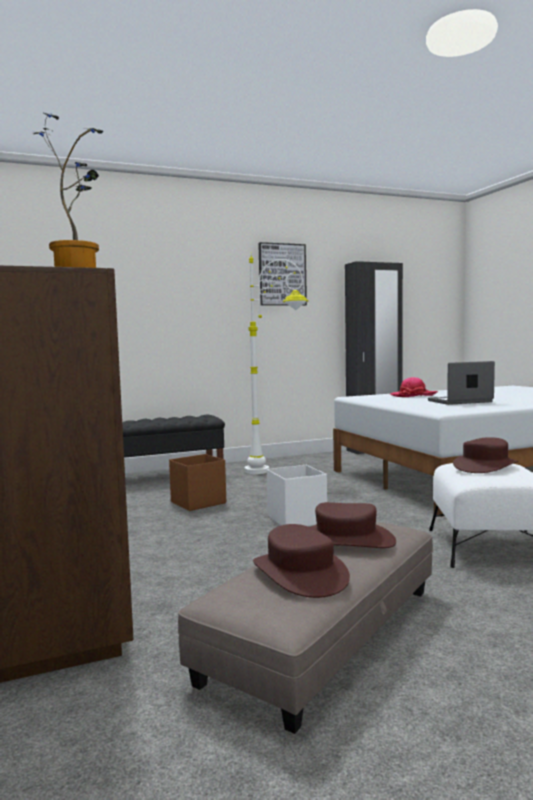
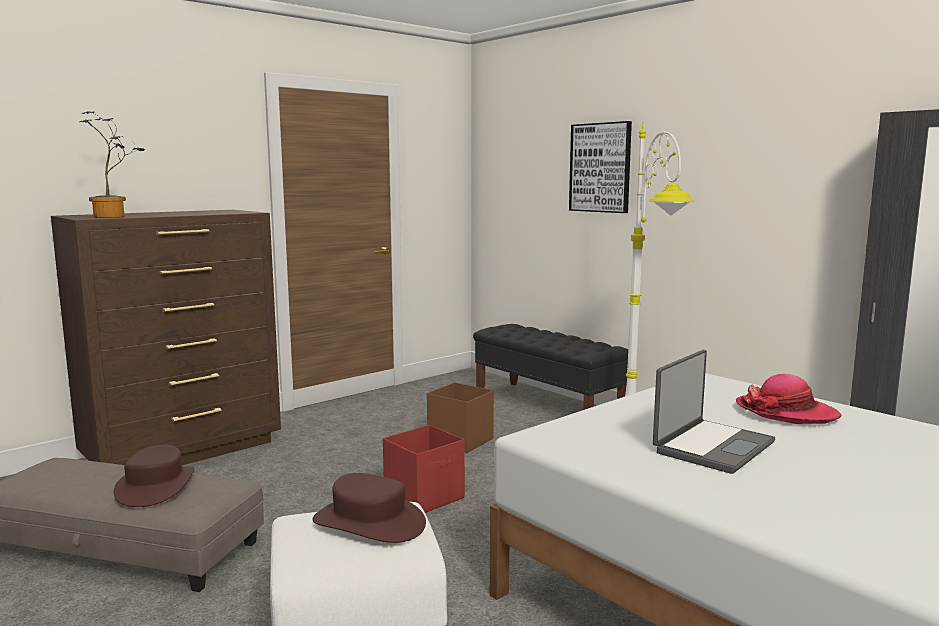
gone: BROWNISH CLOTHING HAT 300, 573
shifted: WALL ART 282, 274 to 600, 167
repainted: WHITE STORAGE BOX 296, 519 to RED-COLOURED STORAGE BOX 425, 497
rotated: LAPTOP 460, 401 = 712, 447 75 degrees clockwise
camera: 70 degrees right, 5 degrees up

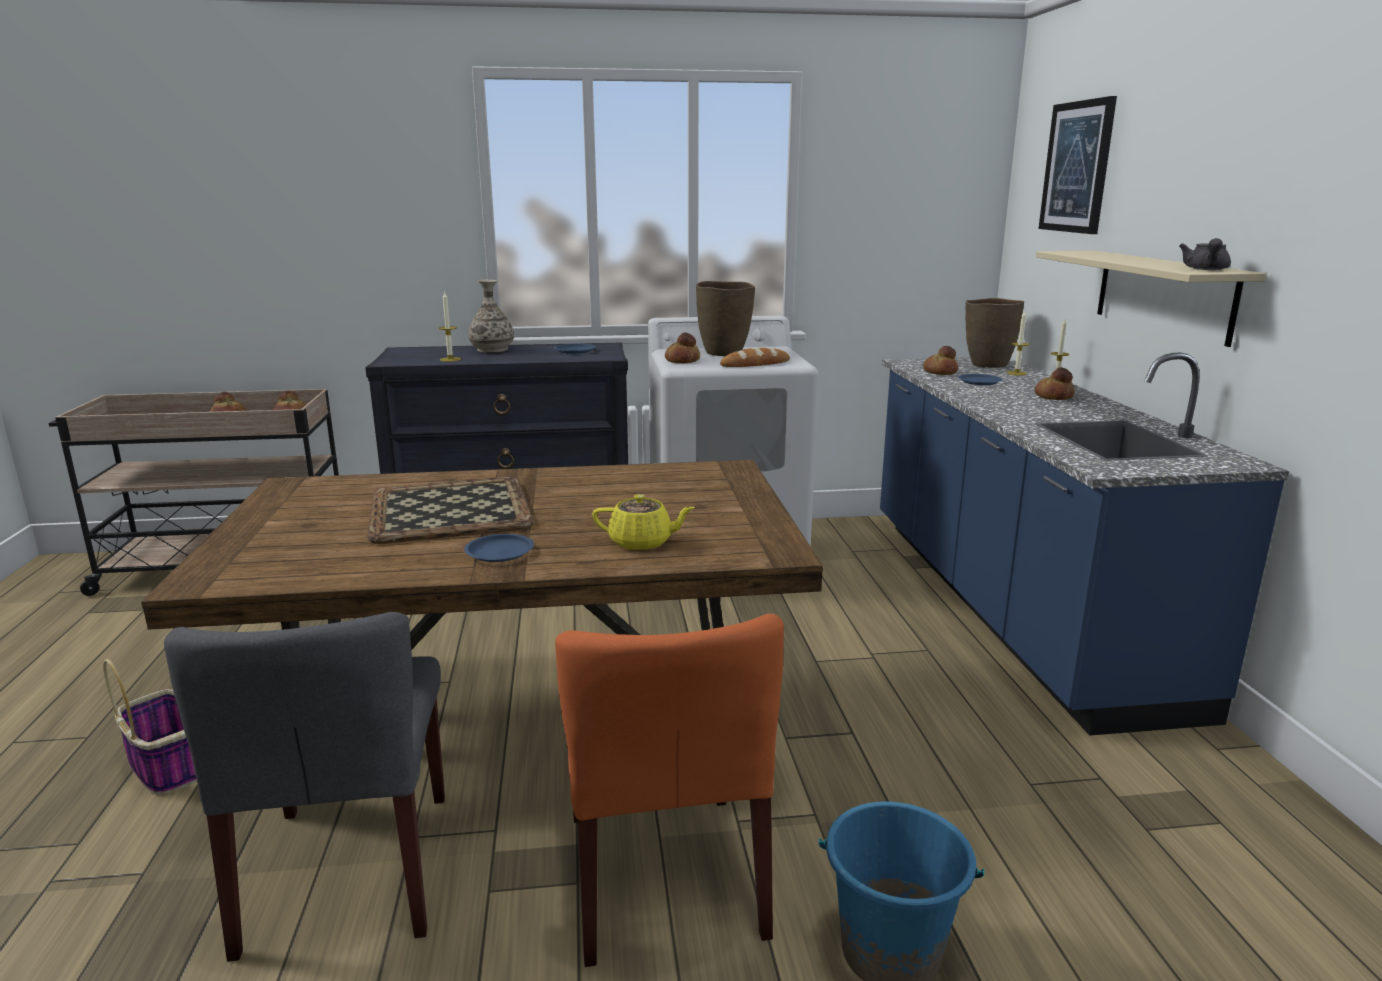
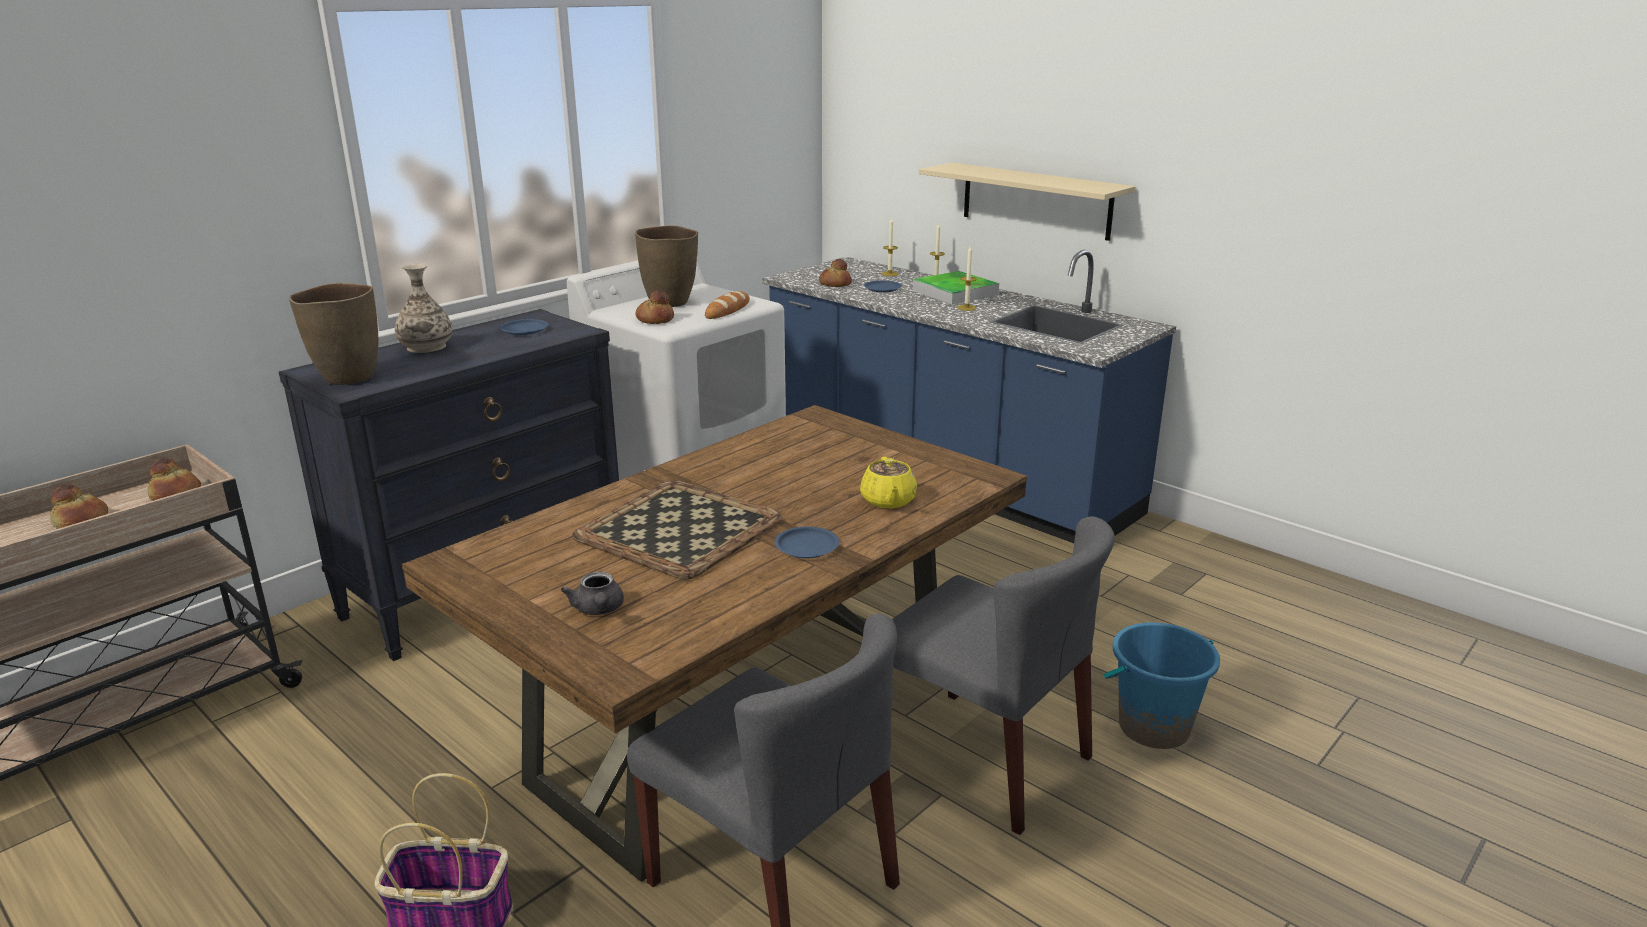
gone: WALL ART 1077, 167
shifted: BROWNISH FLOWER VASE 987, 365 to 347, 378; GREYISH POT FOR TEA 1205, 269 to 598, 610; WAX CANDLE 450, 359 to 966, 307
swapped: BAKERY BREAD 1053, 396 to TRAY 955, 293
repainted: ORANGE-COLOURED UPRIGHT CHAIR 664, 874 to GREYISH UPRIGHT CHAIR 985, 758
rotated: YELLOWISH POT FOR TEA 642, 542 = 888, 501 120 degrees clockwise
camera: 40 degrees left, 5 degrees up

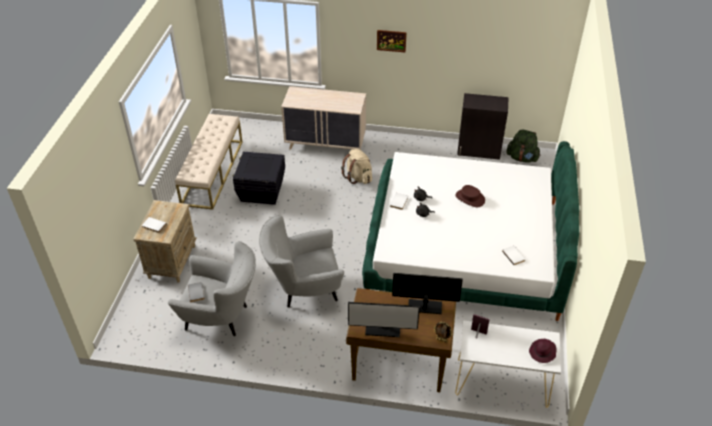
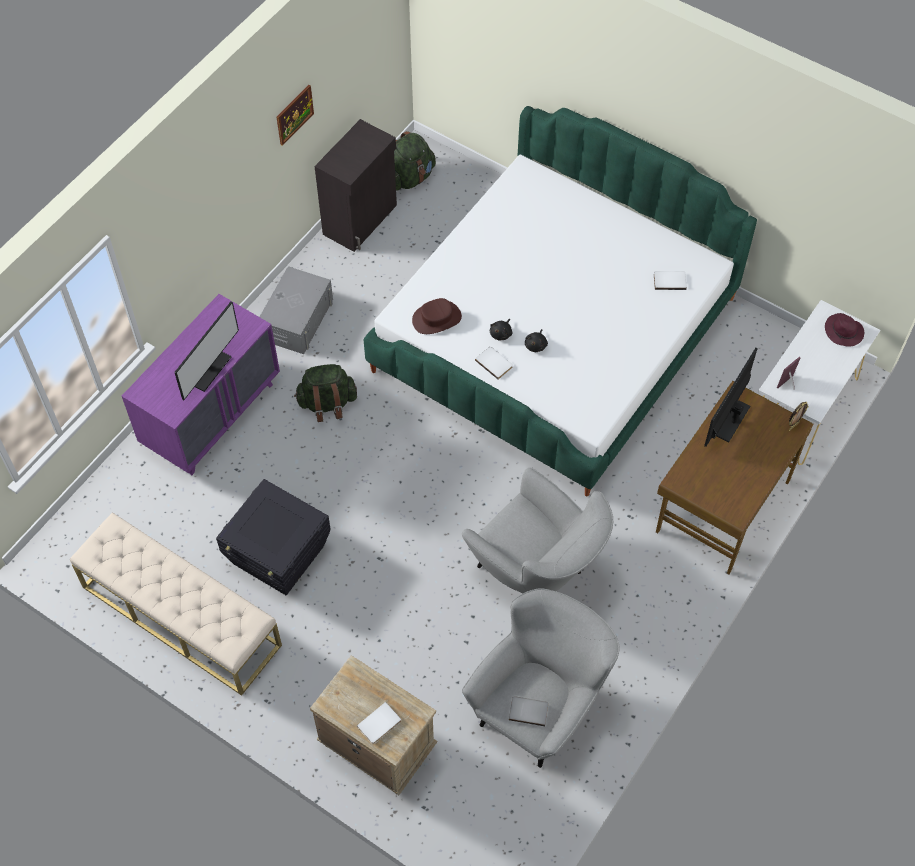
new: GREYISH STORAGE BOX 297, 319
shifted: MONITOR 382, 329 to 208, 369; WALL ART 391, 40 to 294, 114; BROWNISH CLOTHING HAT 470, 198 to 436, 319
repainted: BEIGE-COLOURED CHEST OF DRAWERS 326, 143 to PURPLE-COLOURED CHEST OF DRAWERS 212, 415; BEIGE-COLOURED KNAPSACK 358, 177 to GREEN-COLOURED KNAPSACK 327, 404
rotated: GREYISH EASY CHAIR 304, 290 = 536, 573 60 degrees counterclockwise
camera: 65 degrees left, 15 degrees up

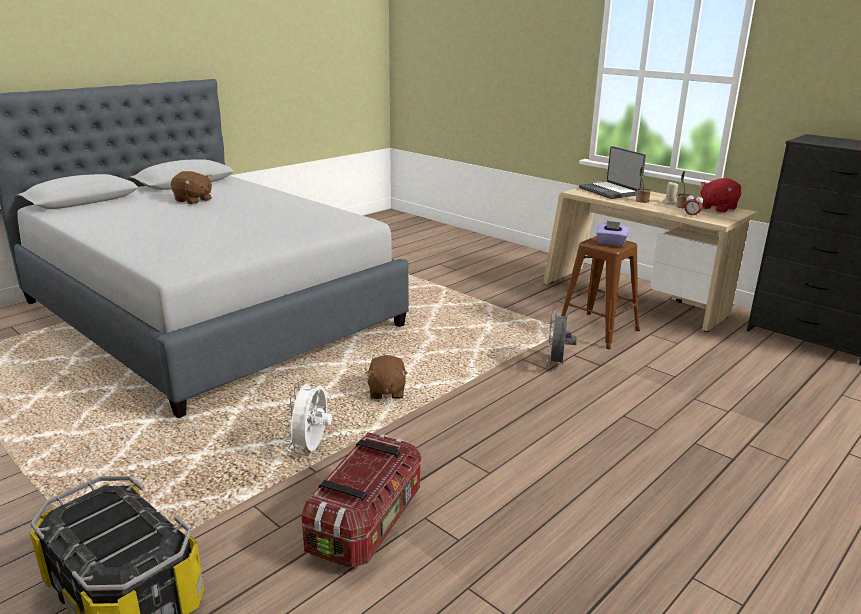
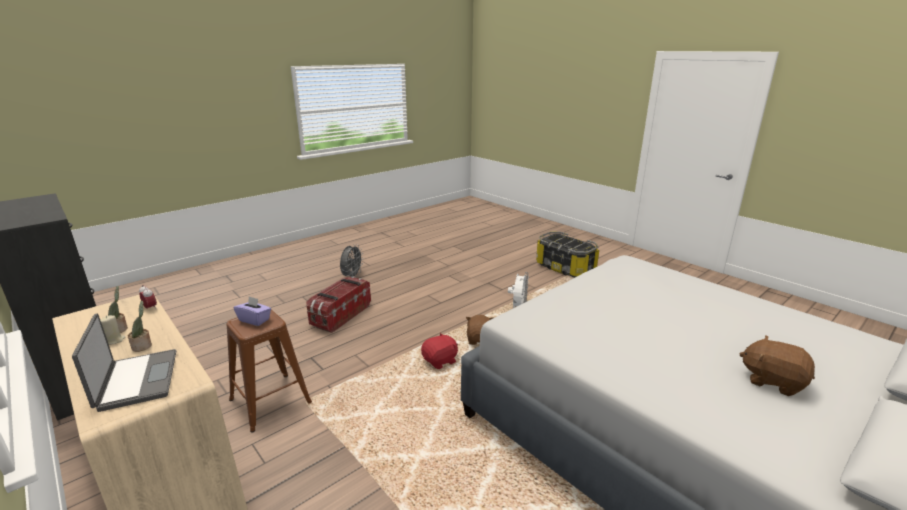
shifted: STORAGE BOX 367, 522 to 340, 315; GREYISH FAN 556, 365 to 352, 276; RED-COLOURED PLUSH TOY 717, 208 to 440, 361
camera: 175 degrees left, 0 degrees up

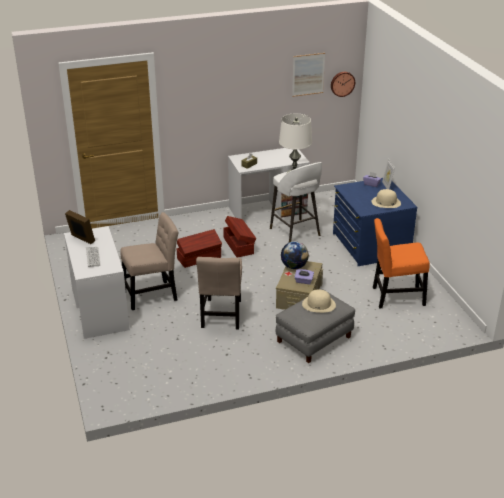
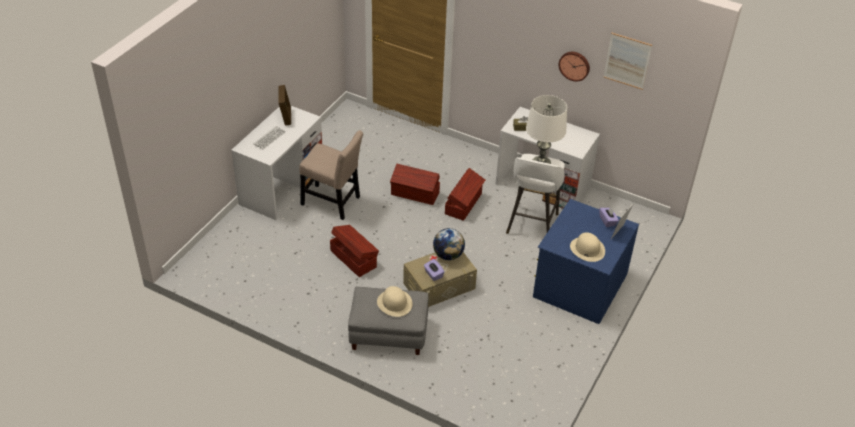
gone: ORANGE-COLOURED UPRIGHT CHAIR 395, 297
shifted: CLOCK ON THE WALL 342, 83 to 574, 65
swapped: BEIGE-COLOURED UPRIGHT CHAIR 221, 316 to BROWNISH STORAGE BOX 353, 258
camera: 45 degrees right, 10 degrees up

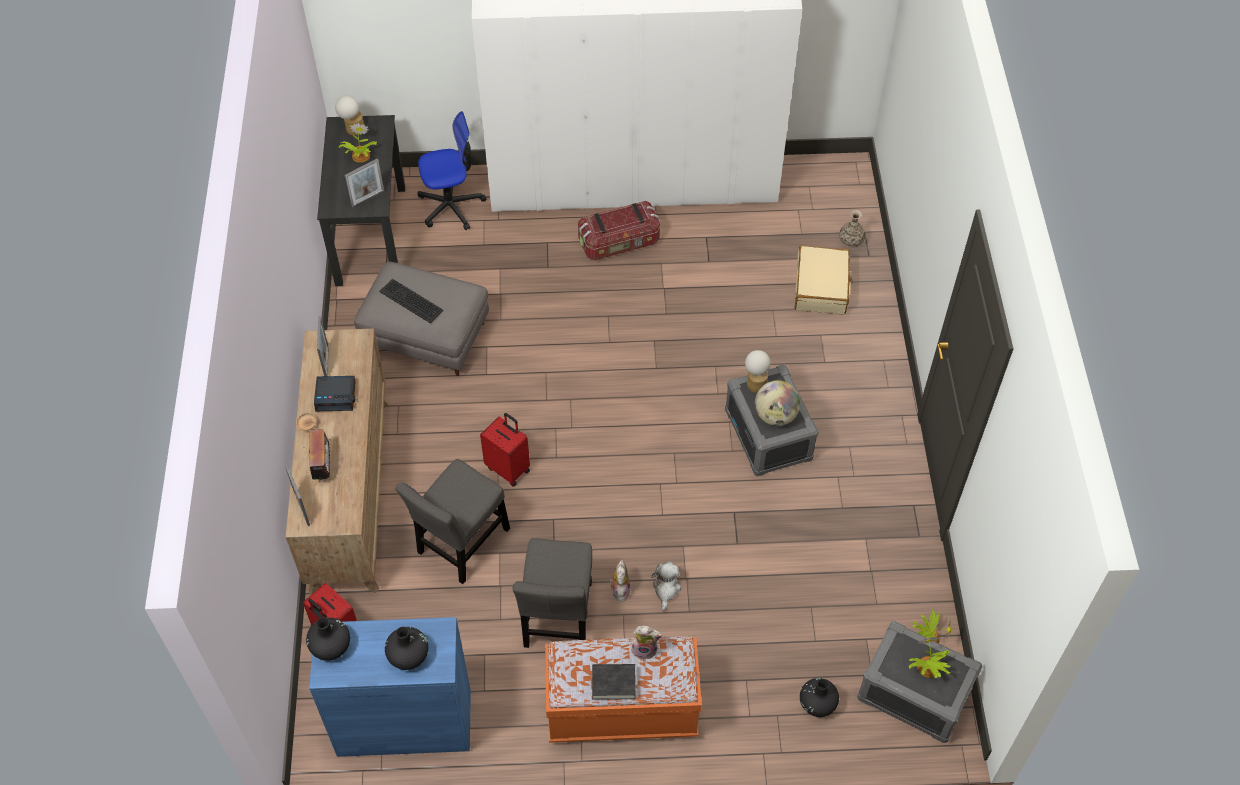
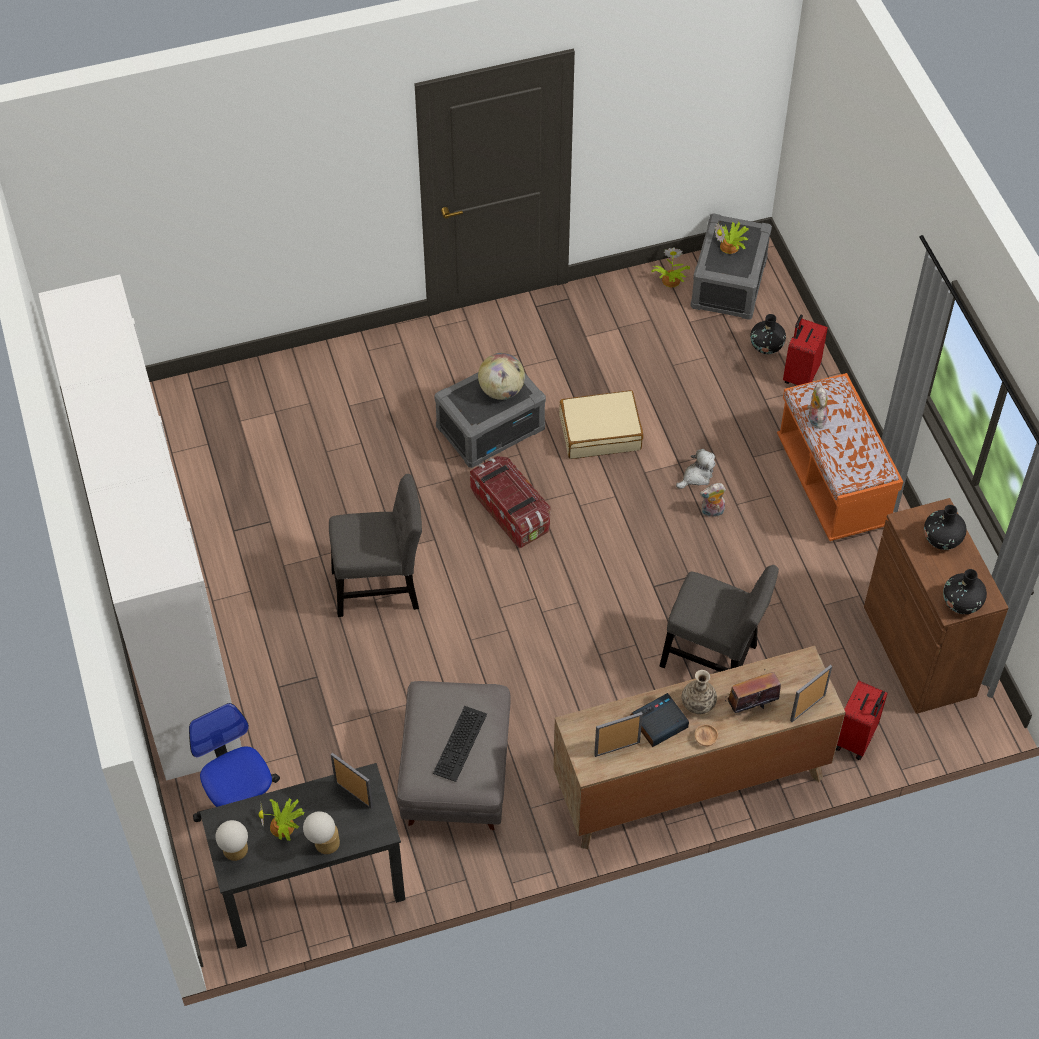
gone: BLACK BOUND BOOK 613, 683
shifted: TABLE LAMP 756, 382 to 323, 844; GREYISH UPRIGHT CHAIR 558, 619 to 380, 587; STORAGE BOX 619, 243 to 511, 512; BEIGE-COLOURED SUITCASE 821, 287 to 600, 432; FLOWER VASE 851, 240 to 698, 703; RED-COLOURED SUITCASE 508, 468 to 800, 375
repainted: BLUE-COLOURED STORAGE CABINET 404, 722 to BROWNISH STORAGE CABINET 919, 651
rotated: TABLE CLOCK 336, 396 = 658, 723 105 degrees counterclockwise; PLUSH TOY 666, 589 = 696, 476 150 degrees clockwise
camera: 105 degrees left, 0 degrees up

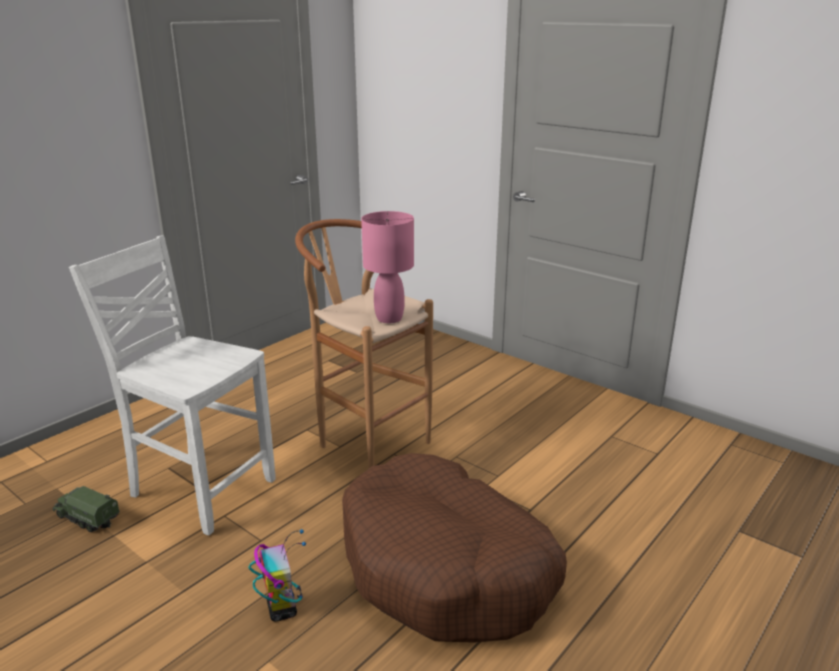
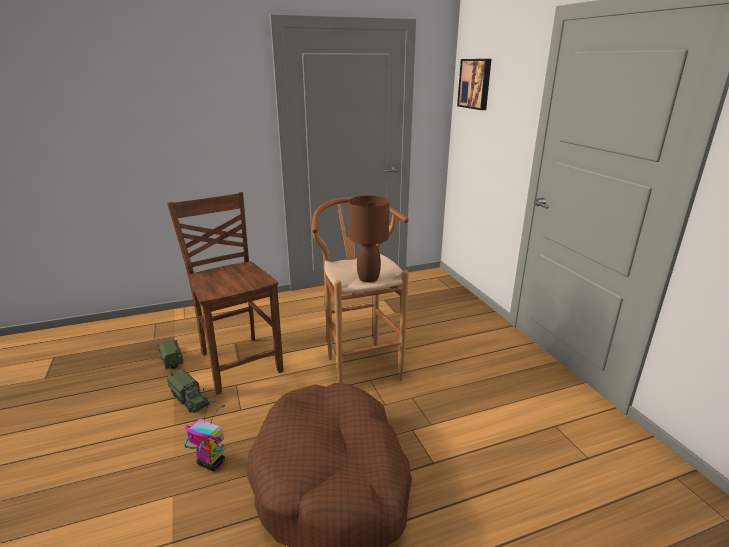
new: TOY LORRY 190, 399; WALL ART 475, 83
repainted: WHITE UPRIGHT CHAIR 200, 488 to BROWNISH UPRIGHT CHAIR 239, 362; PINK-COLOURED TABLE LAMP 389, 318 to BROWNISH TABLE LAMP 368, 278
rotated: MODEL ROBOT 281, 608 = 210, 462 75 degrees counterclockwise
camera: 30 degrees right, 0 degrees up

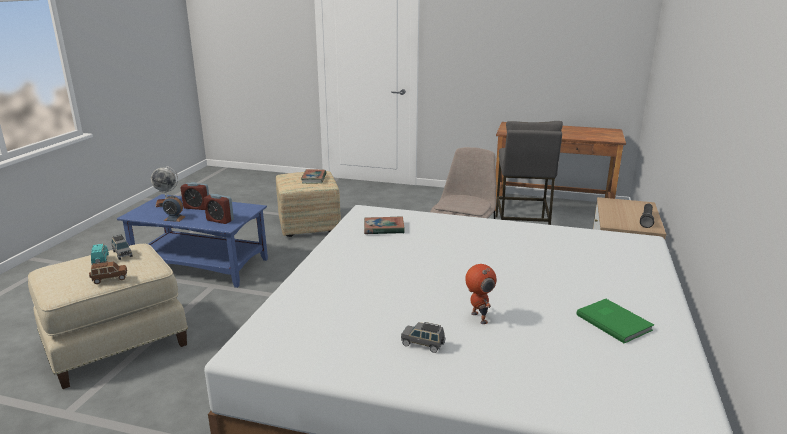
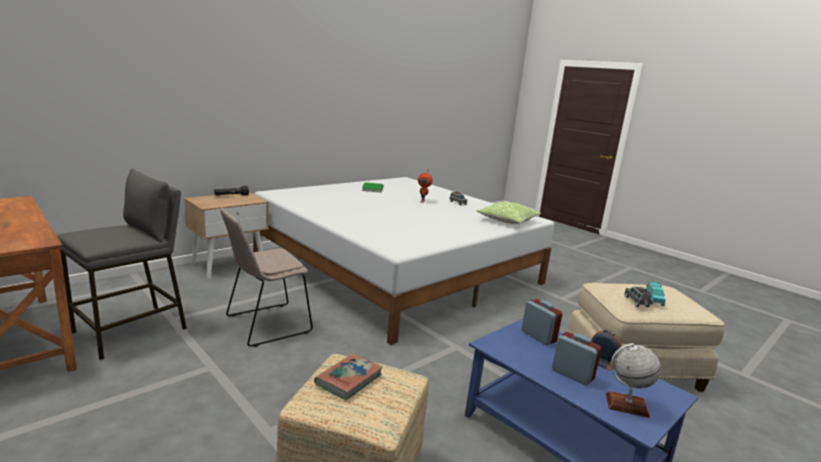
gone: BROWNISH MODEL CAR 109, 279; BOUND BOOK 384, 228
new: CUSHION 507, 221
camera: 150 degrees left, 5 degrees down

